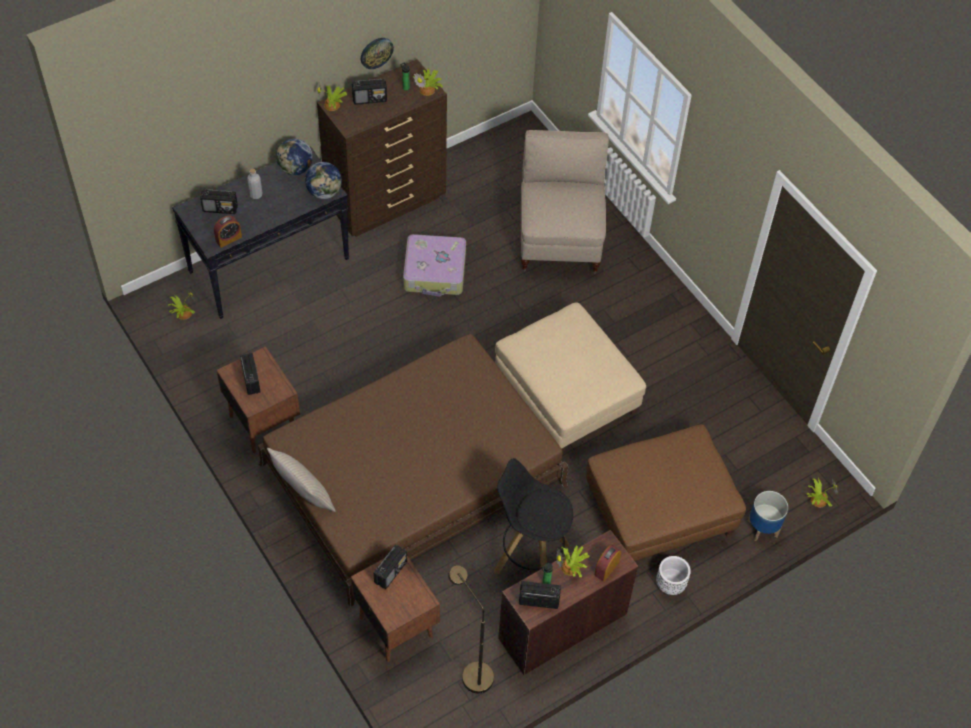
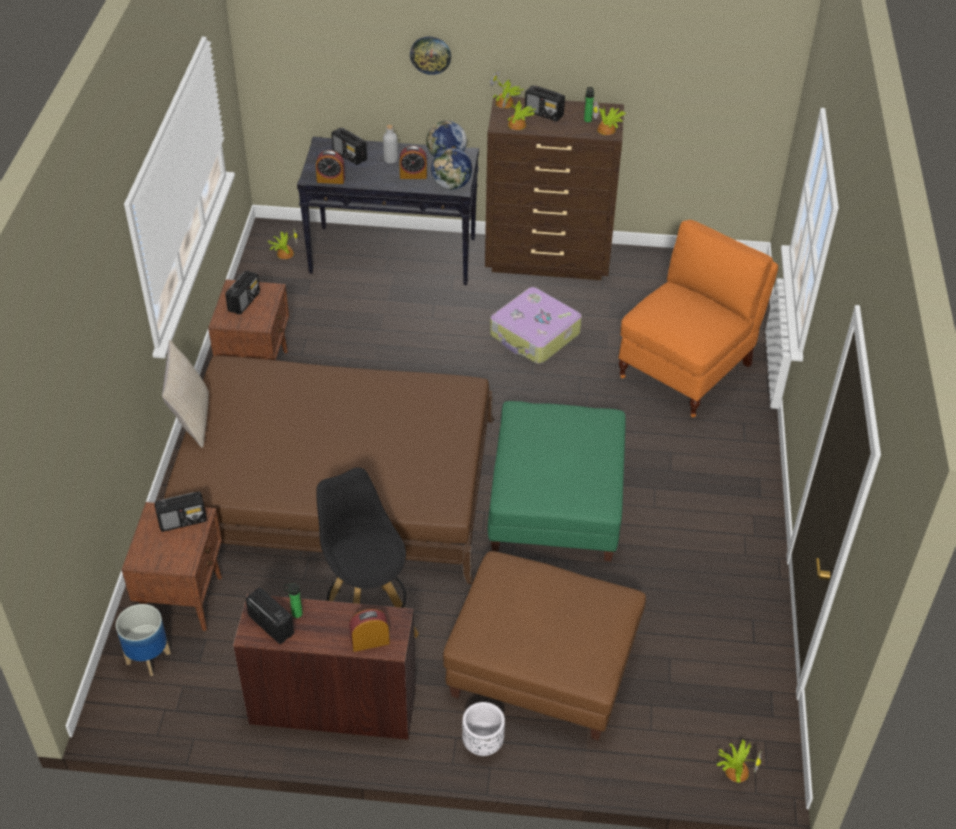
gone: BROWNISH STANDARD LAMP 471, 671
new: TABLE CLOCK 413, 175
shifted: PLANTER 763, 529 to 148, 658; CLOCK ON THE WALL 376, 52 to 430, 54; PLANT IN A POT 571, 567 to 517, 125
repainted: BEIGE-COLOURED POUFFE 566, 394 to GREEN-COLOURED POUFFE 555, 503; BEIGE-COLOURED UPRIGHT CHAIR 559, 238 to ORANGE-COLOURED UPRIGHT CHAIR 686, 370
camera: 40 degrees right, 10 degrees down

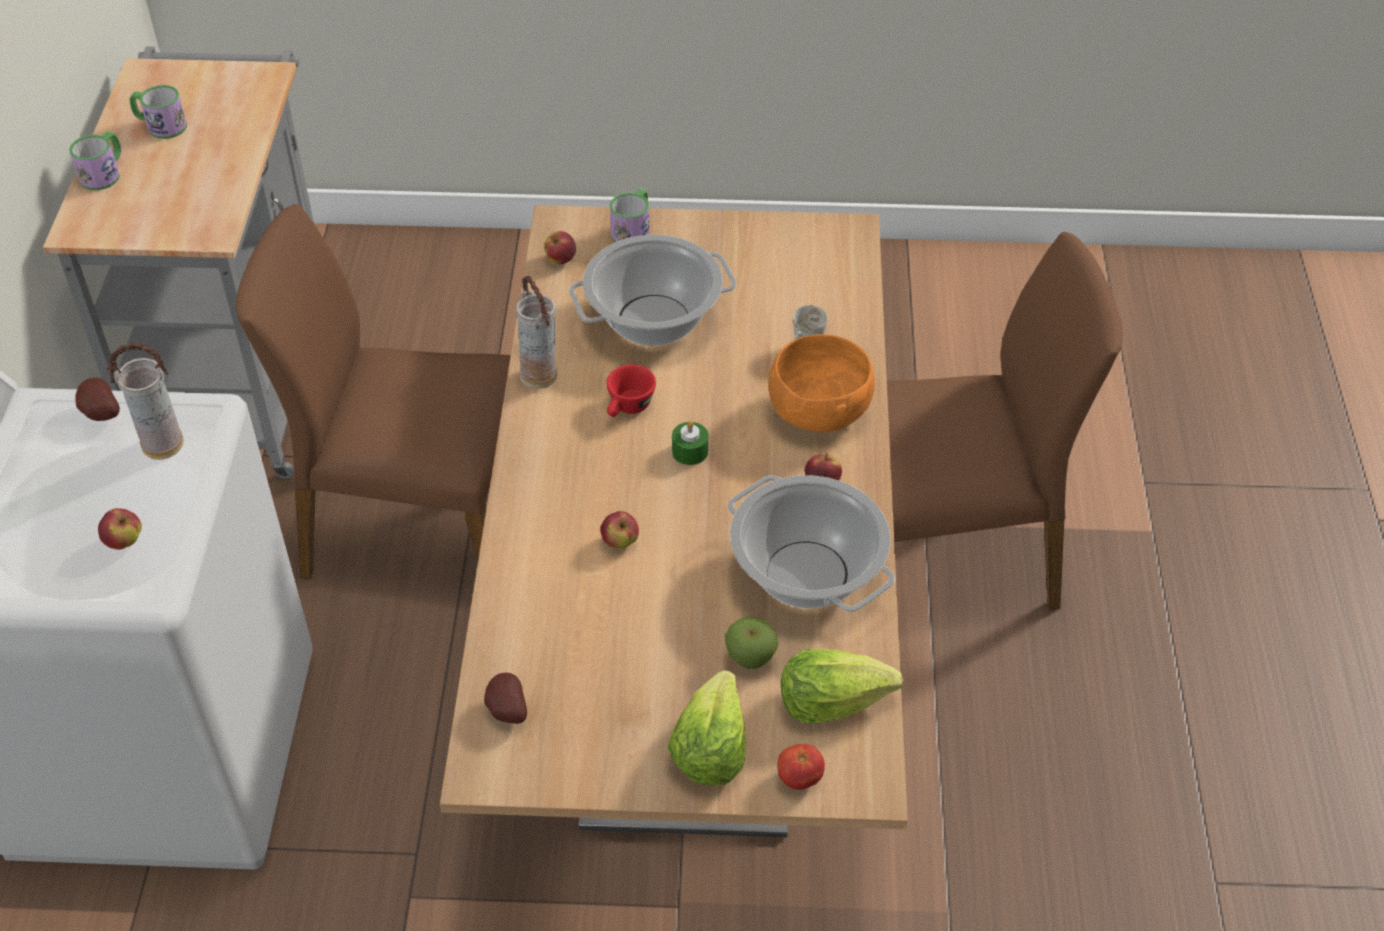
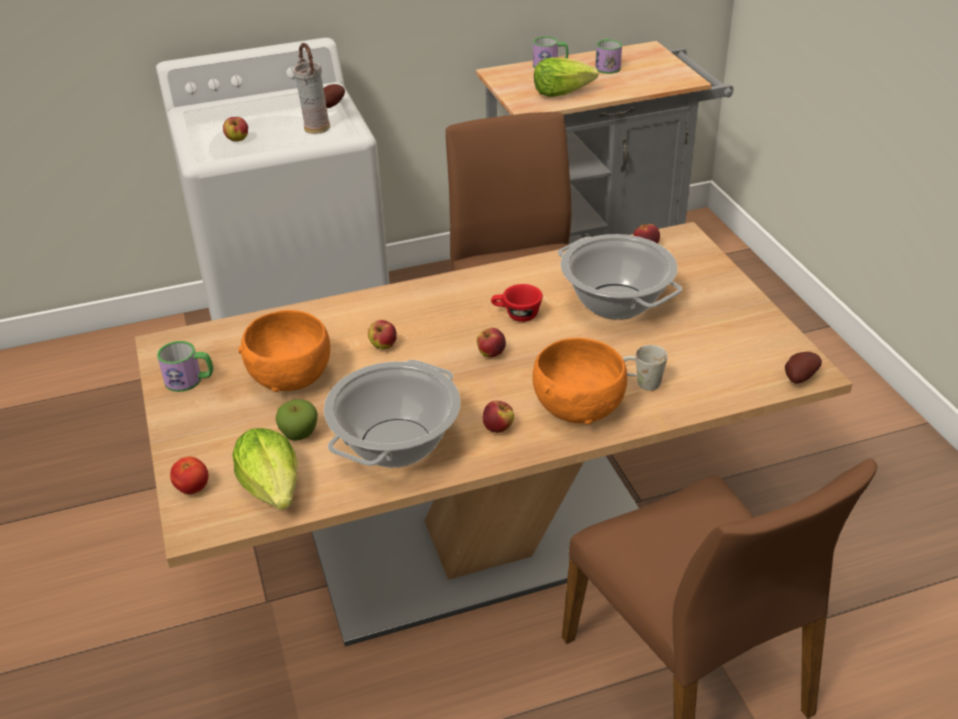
gone: FLOWER VASE 540, 376
new: ORANGE-COLOURED BOWL 290, 376
shifted: TEA MUG 633, 230 to 190, 380; HEAD OF LETTUCE 710, 748 to 561, 92; POTATO 506, 711 to 798, 378
swapped: GREEN-COLOURED WAX CANDLE 690, 451 to APPLE FRUIT 491, 354
camera: 70 degrees right, 10 degrees down

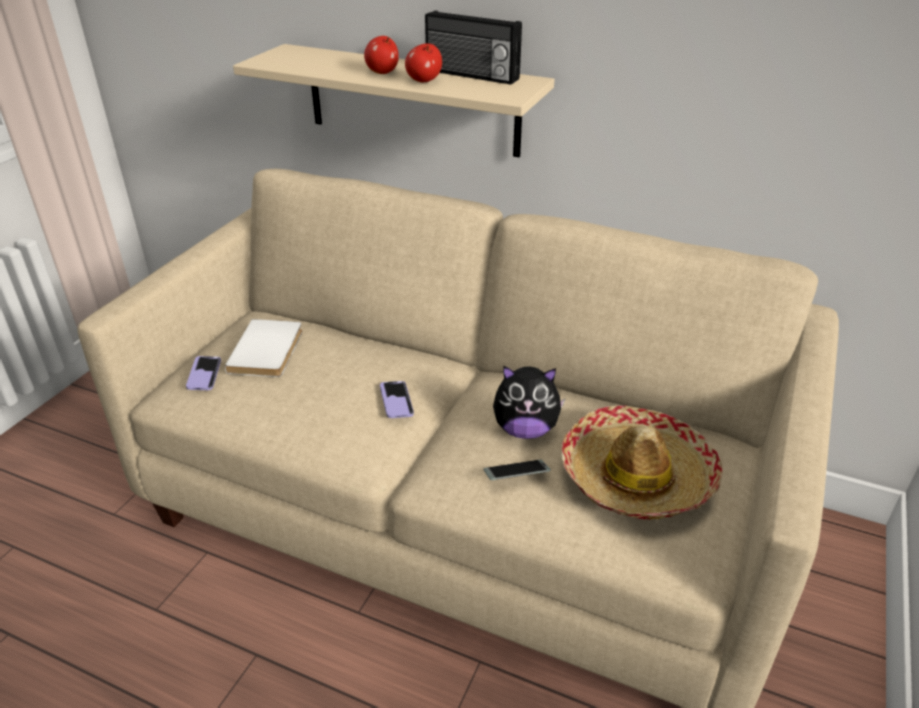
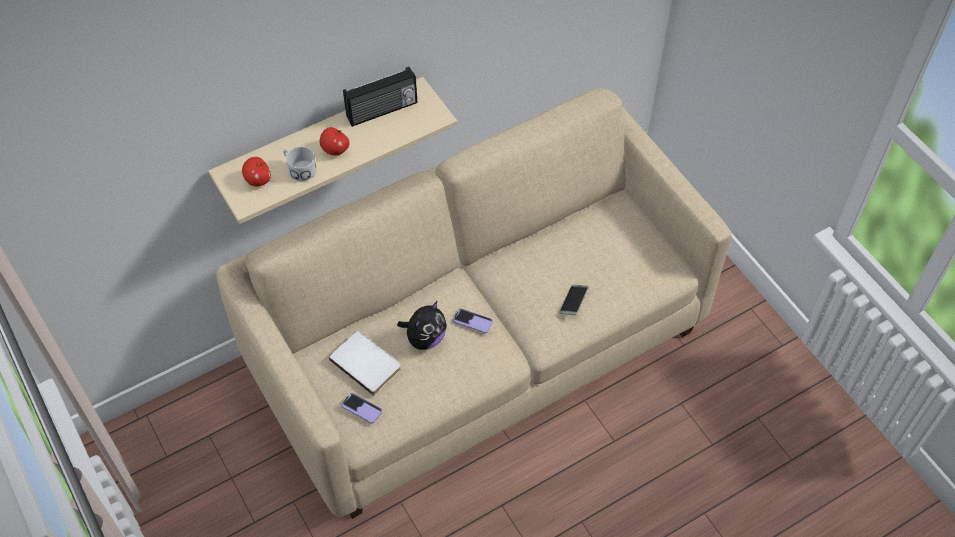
gone: CLOTHING HAT 637, 476
new: WHITE TEA MUG 299, 168
shifted: APPLE FRUIT 423, 81 to 258, 180; PLUSH TOY 525, 429 to 425, 338
camera: 55 degrees left, 20 degrees up

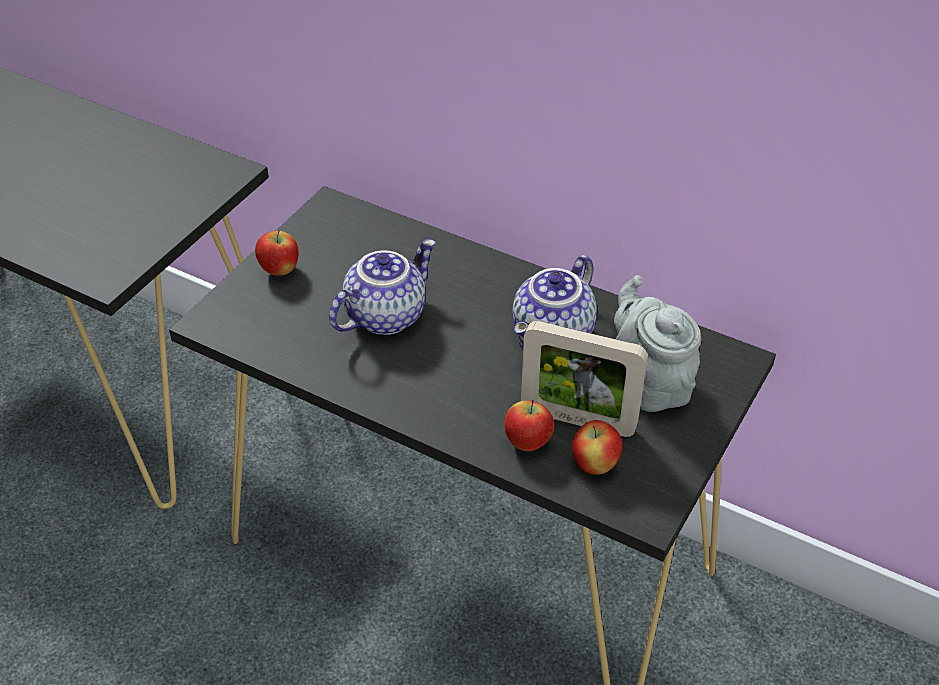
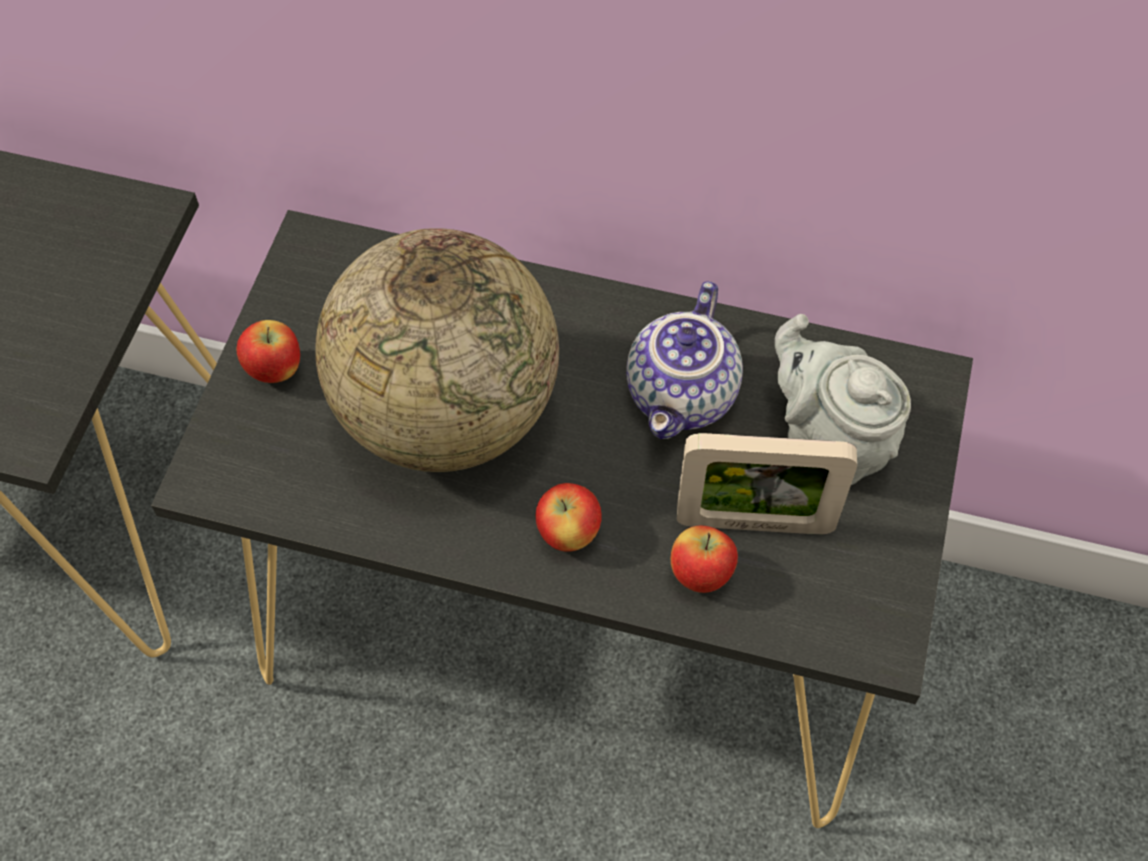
shifted: APPLE FRUIT 594, 465 to 568, 534
swapped: POT FOR TEA 384, 315 to GLOBE 446, 412
camera: 15 degrees left, 15 degrees up

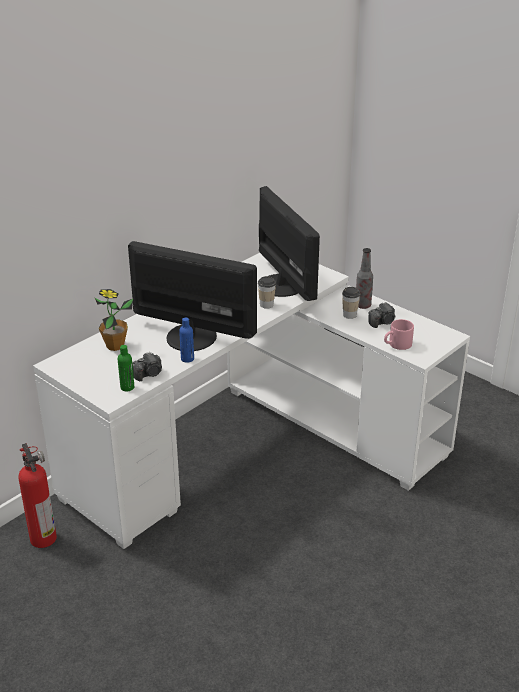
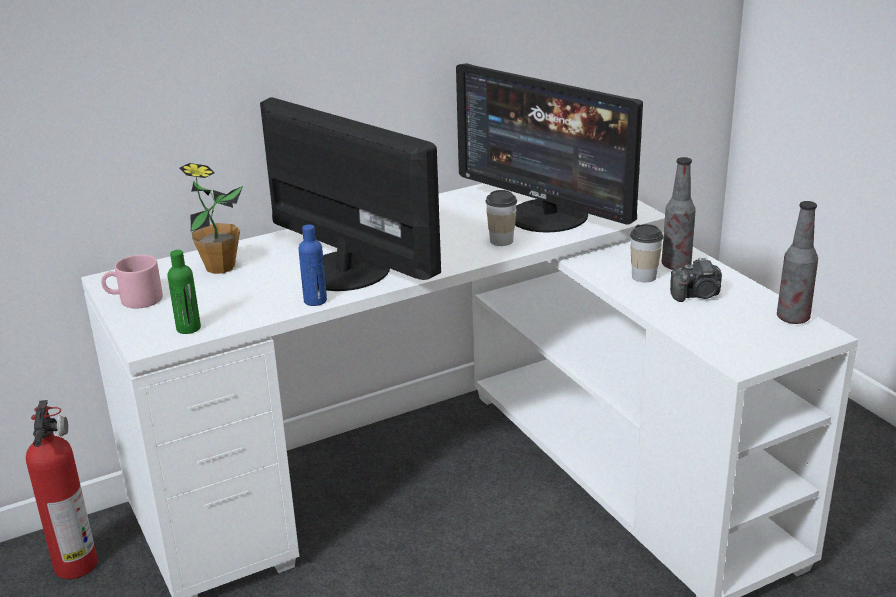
gone: STILL CAMERA 149, 374
new: BOTTLE 793, 318
shifted: PINK-COLOURED TEA MUG 397, 345 to 134, 300
rotated: MONITOR 282, 285 = 548, 216 135 degrees clockwise
camera: 20 degrees right, 5 degrees down

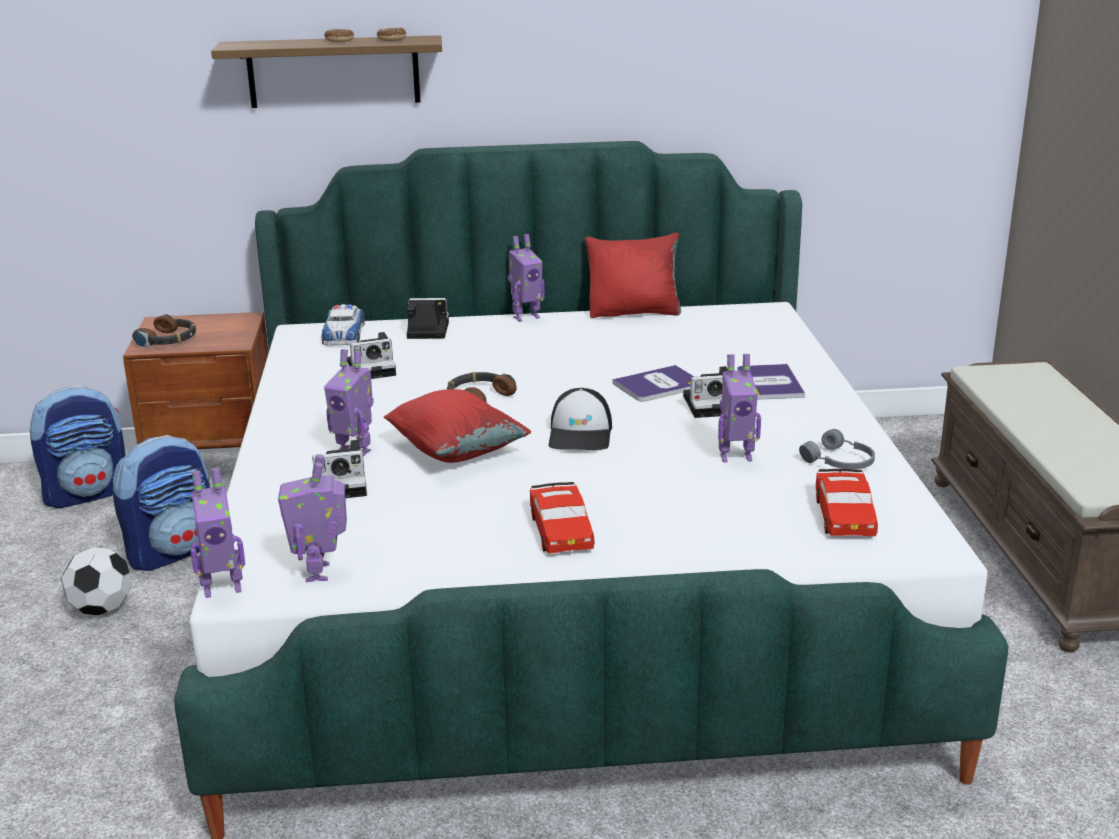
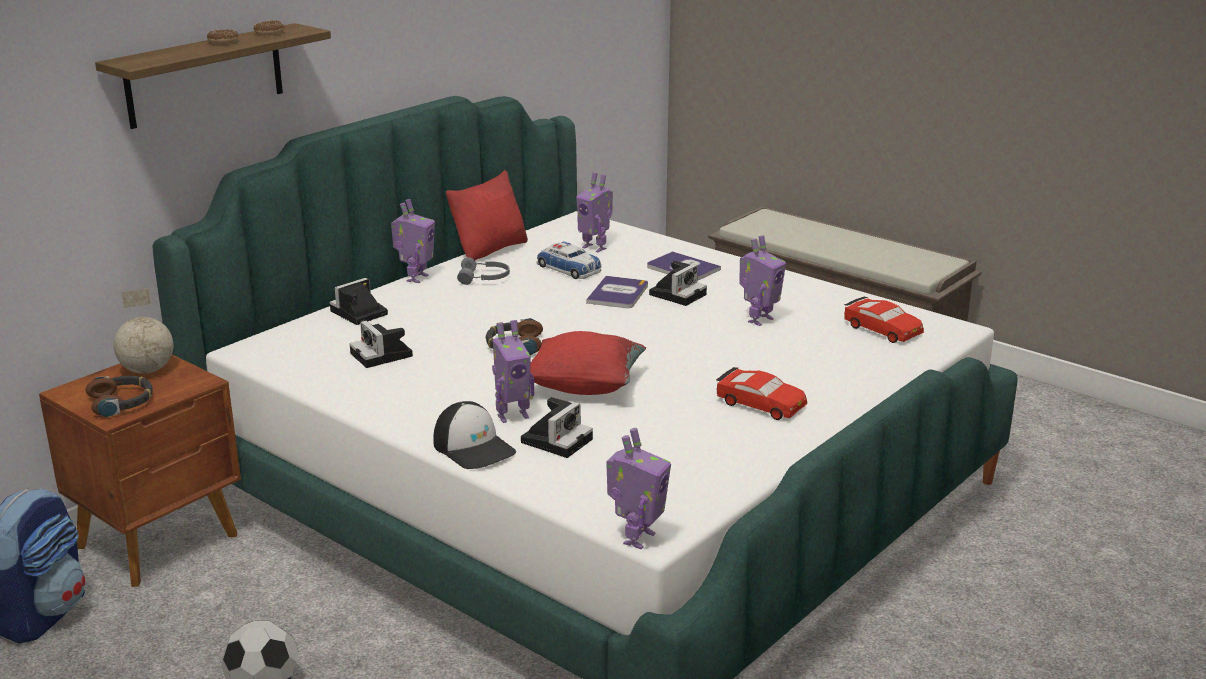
gone: KNAPSACK 173, 551
new: GLOBE 147, 370
shifted: PEAKED CAP 581, 434 to 474, 447; GREYISH HEADSET 839, 462 to 484, 278; MODEL CAR 344, 334 to 569, 268; MODEL ROBOT 320, 572 to 595, 247
rotated: STILL CAMERA 373, 368 = 383, 355 120 degrees clockwise
camera: 45 degrees left, 0 degrees up

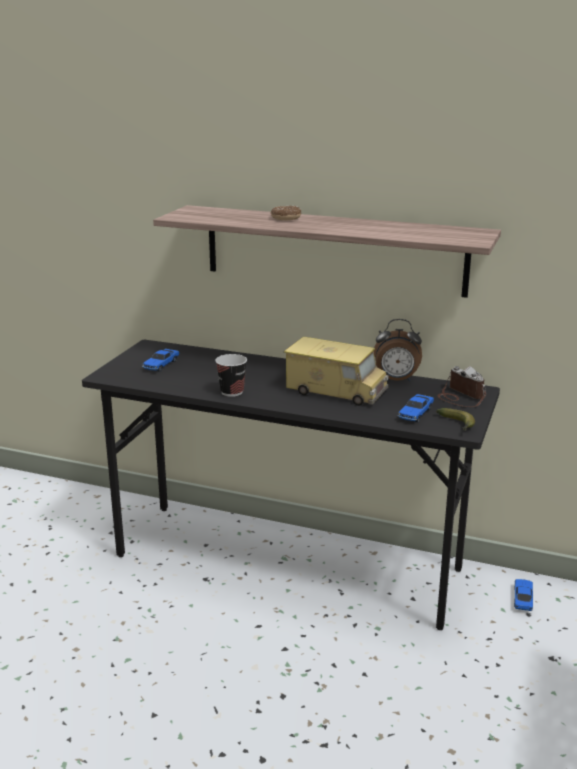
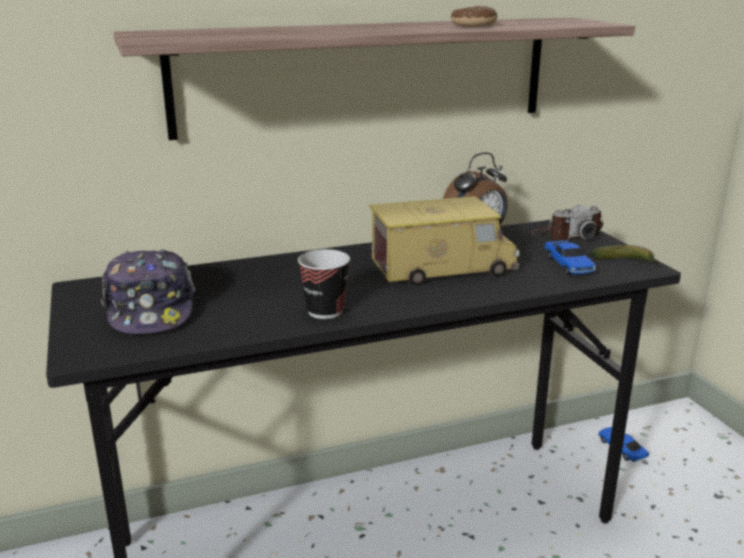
shifted: RING DOUGHNUT 286, 218 to 473, 25
swapped: MODEL CAR 161, 365 to PEAKED CAP 151, 309
rotated: STILL CAMERA 460, 397 = 566, 235 150 degrees clockwise
camera: 40 degrees left, 0 degrees up

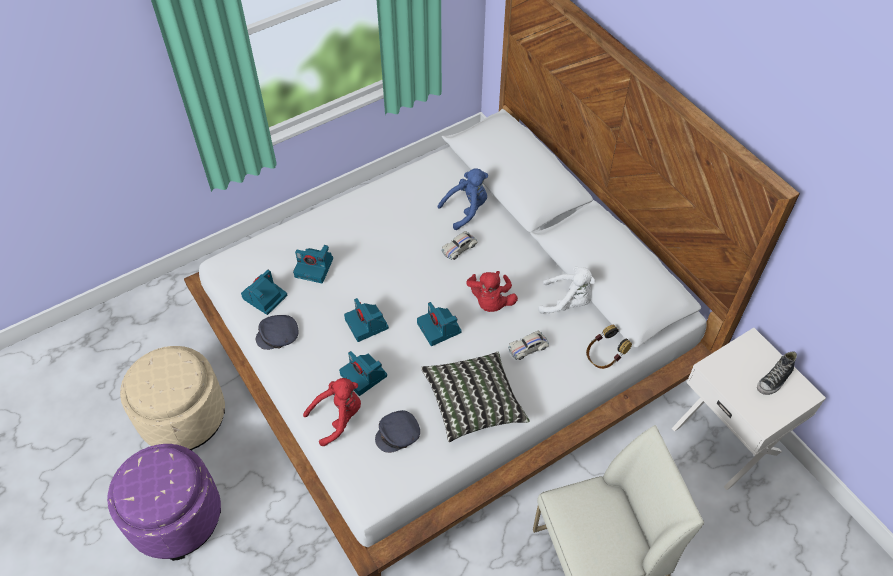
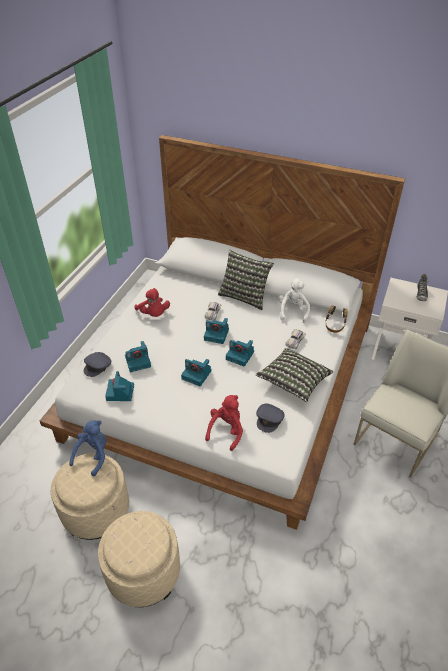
new: CUSHION 244, 296
shifted: BLUE-COLOURED PLUSH TOY 466, 210 to 93, 455; GREYISH PEAKED CAP 278, 336 to 98, 366; RED-COLOURED PLUSH TOY 490, 302 to 153, 314; STILL CAMERA 364, 376 to 217, 334
repainted: PURPLE-COLOURED POUFFE 176, 517 to BEIGE-COLOURED POUFFE 143, 572
rotated: WHITE PLUSH TOY 567, 302 = 293, 311 60 degrees counterclockwise
camera: 35 degrees left, 10 degrees down

